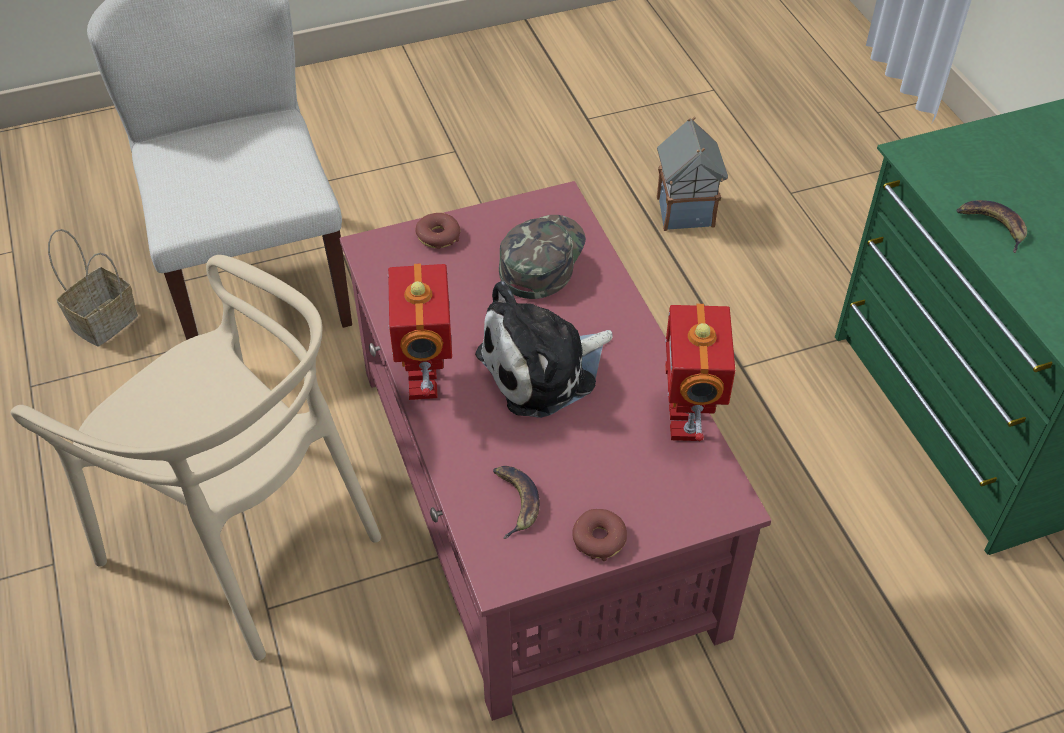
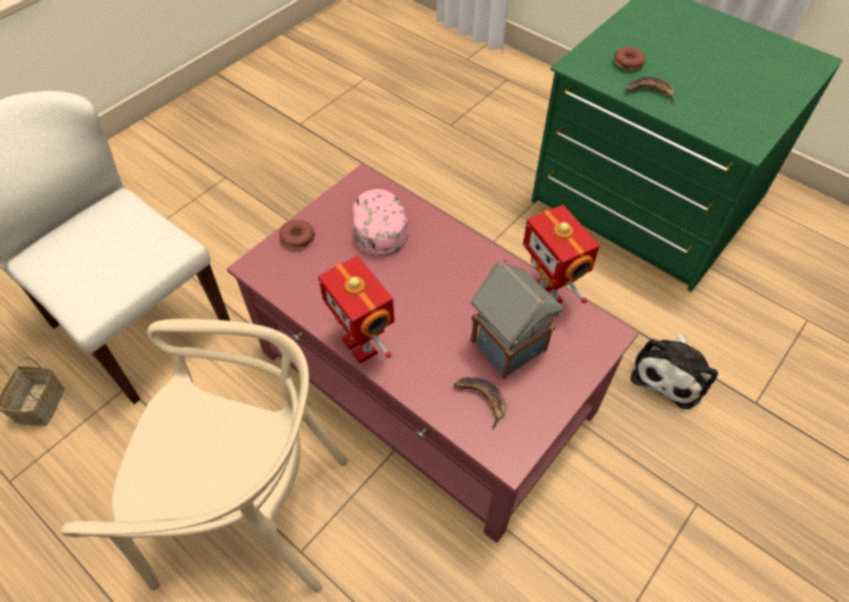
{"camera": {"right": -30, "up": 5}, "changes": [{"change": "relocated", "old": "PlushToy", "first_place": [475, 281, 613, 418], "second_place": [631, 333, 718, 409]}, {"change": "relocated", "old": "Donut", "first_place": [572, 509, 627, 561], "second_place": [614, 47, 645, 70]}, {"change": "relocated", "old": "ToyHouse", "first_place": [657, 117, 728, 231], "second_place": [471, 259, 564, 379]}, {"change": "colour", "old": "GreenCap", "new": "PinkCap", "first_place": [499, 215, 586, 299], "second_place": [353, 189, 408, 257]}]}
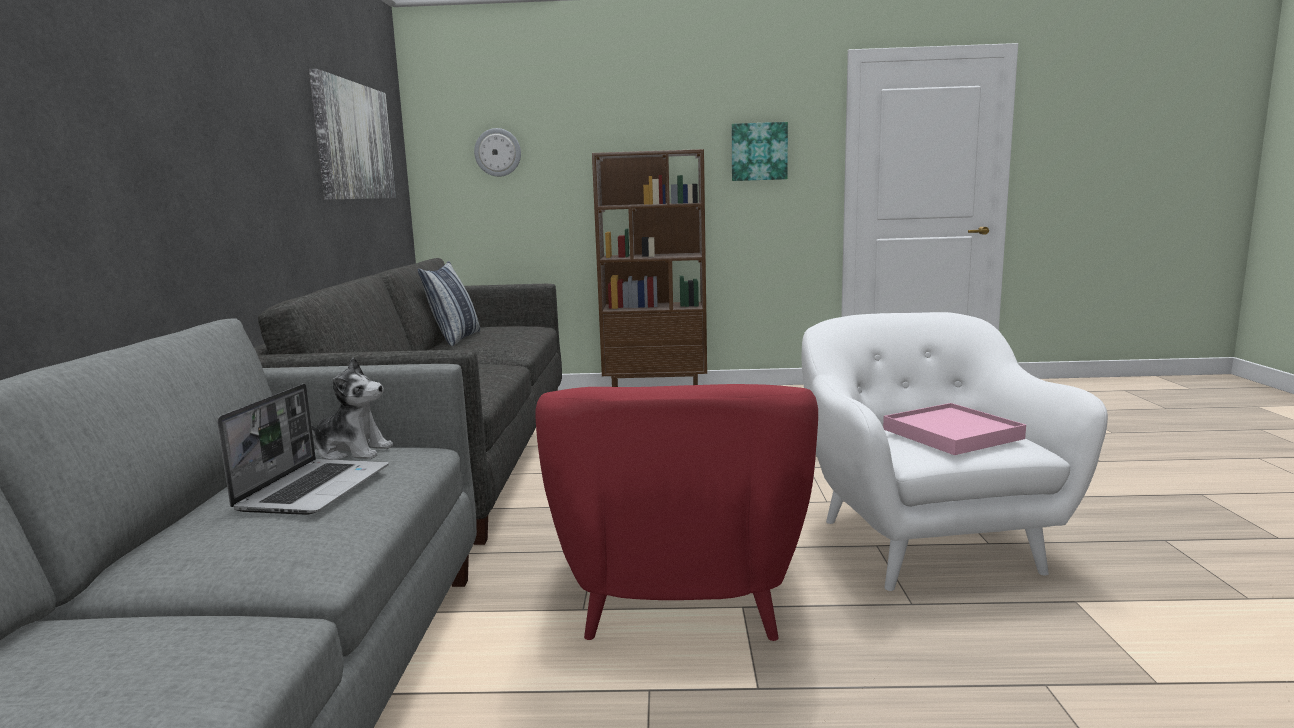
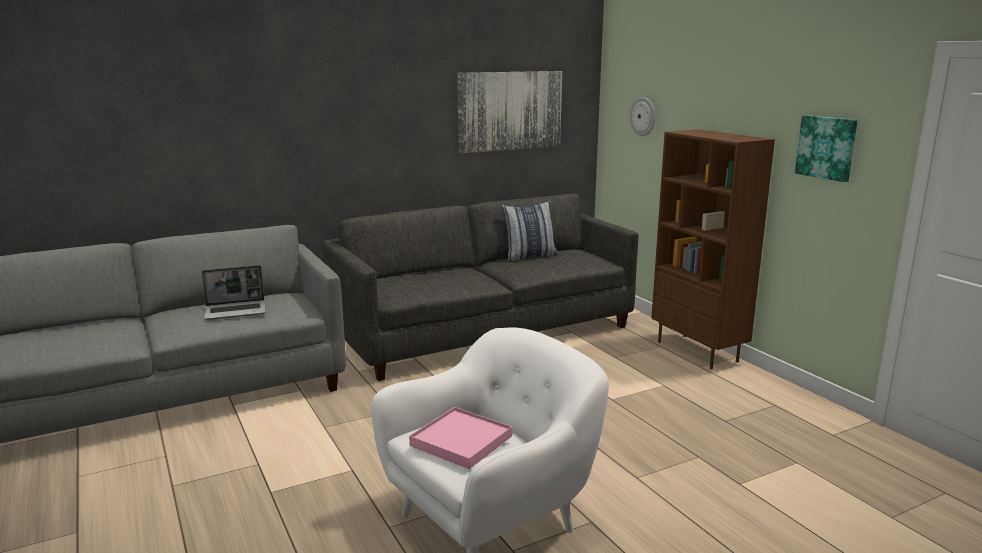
{"camera": {"right": 60, "up": 5}, "changes": [{"change": "missing", "old": "PlushToy", "first_place": [311, 357, 393, 460]}, {"change": "missing", "old": "RedArmchair", "first_place": [536, 384, 818, 641]}]}
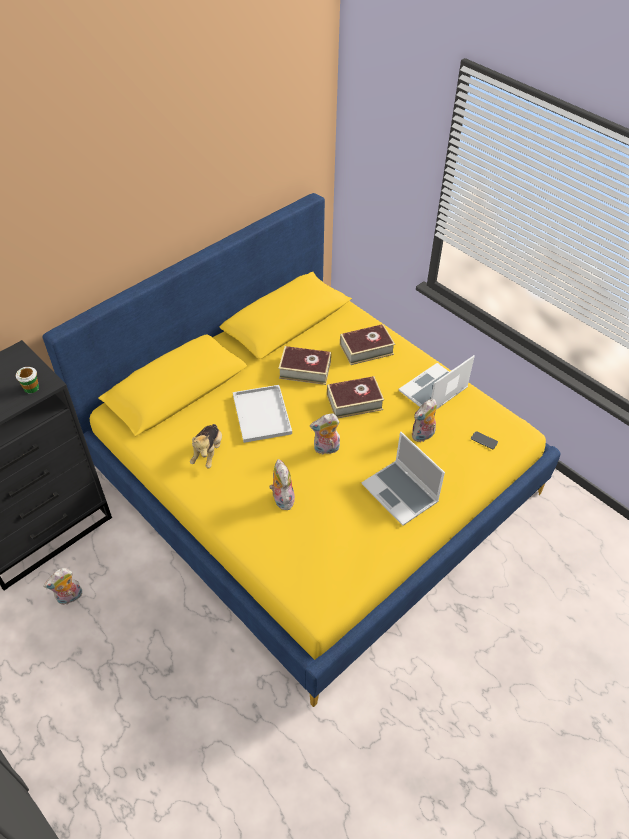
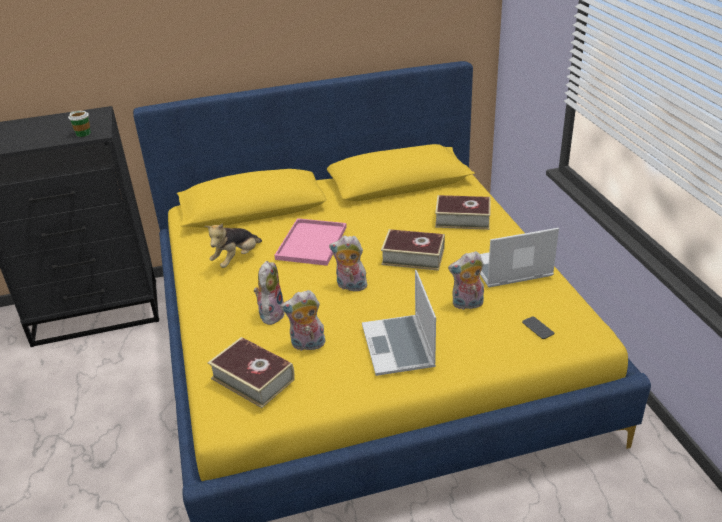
{"camera": {"right": 30, "up": -15}, "changes": [{"change": "relocated", "old": "PlushToy", "first_place": [44, 568, 82, 606], "second_place": [280, 290, 326, 351]}, {"change": "relocated", "old": "Book", "first_place": [279, 346, 331, 385], "second_place": [208, 337, 295, 408]}, {"change": "colour", "old": "WhiteTray", "new": "PinkTray", "first_place": [233, 385, 292, 443], "second_place": [274, 218, 347, 266]}]}
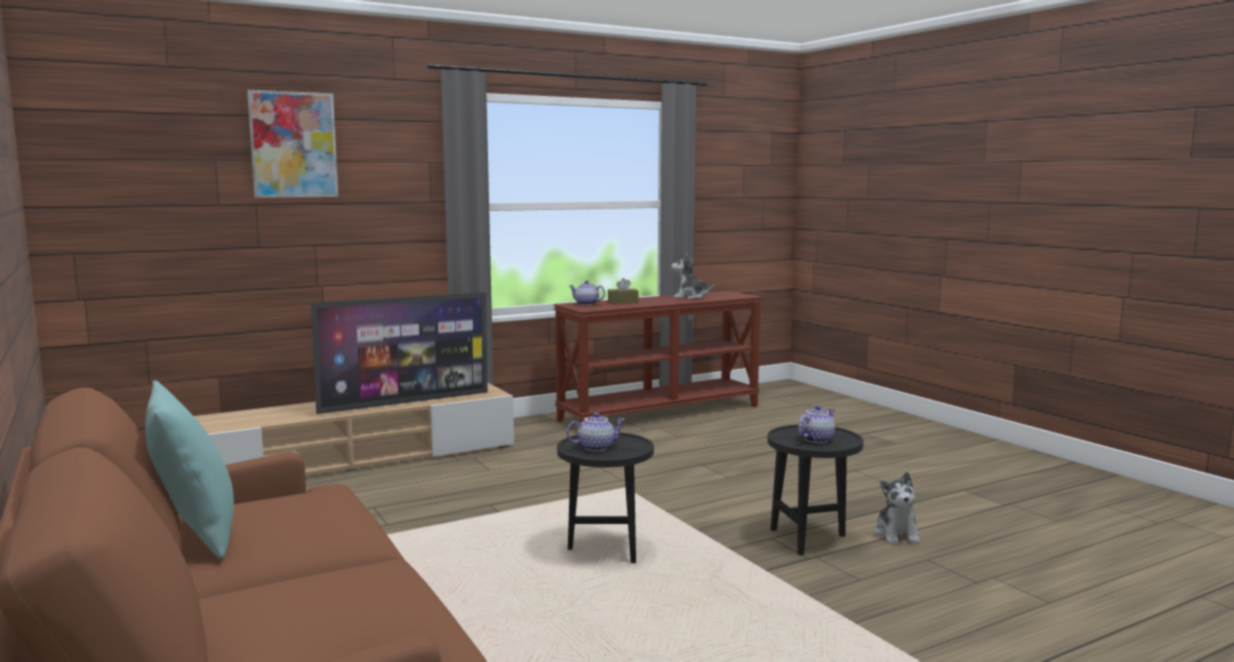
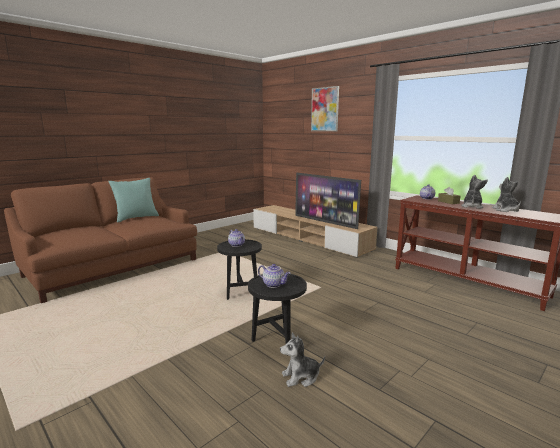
{"camera": {"right": 75, "up": 5}, "changes": [{"change": "appeared", "new": "PlushToy", "second_place": [461, 175, 488, 209]}]}
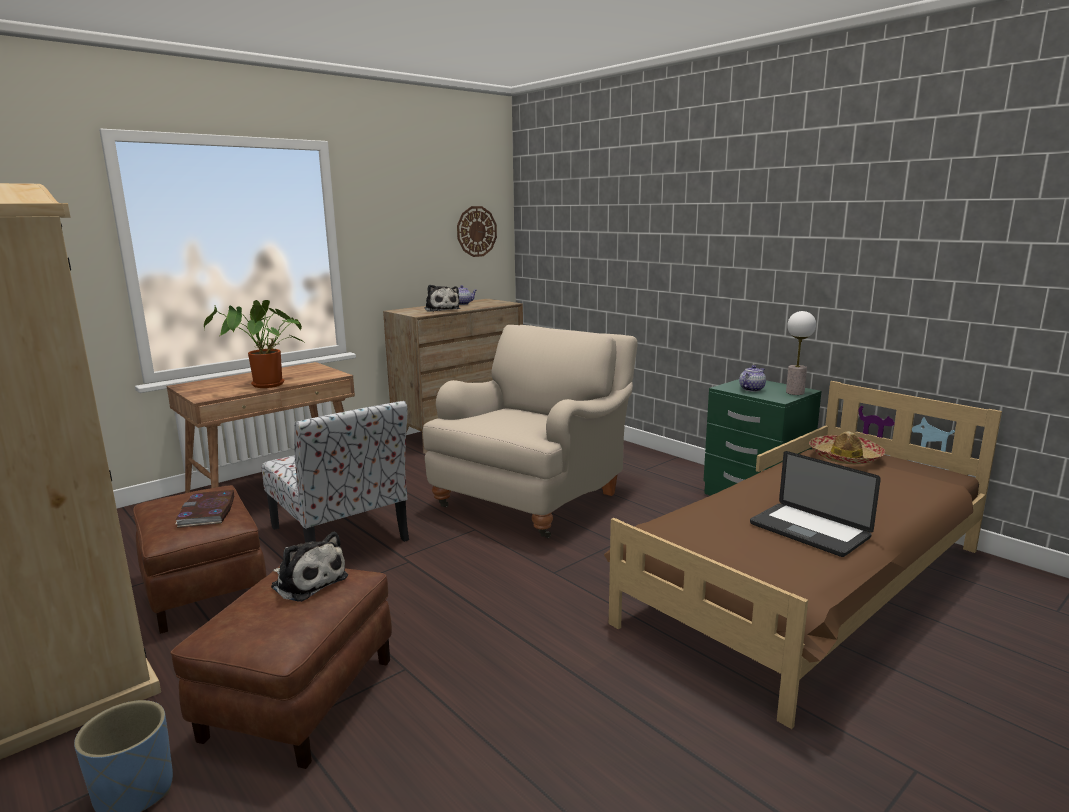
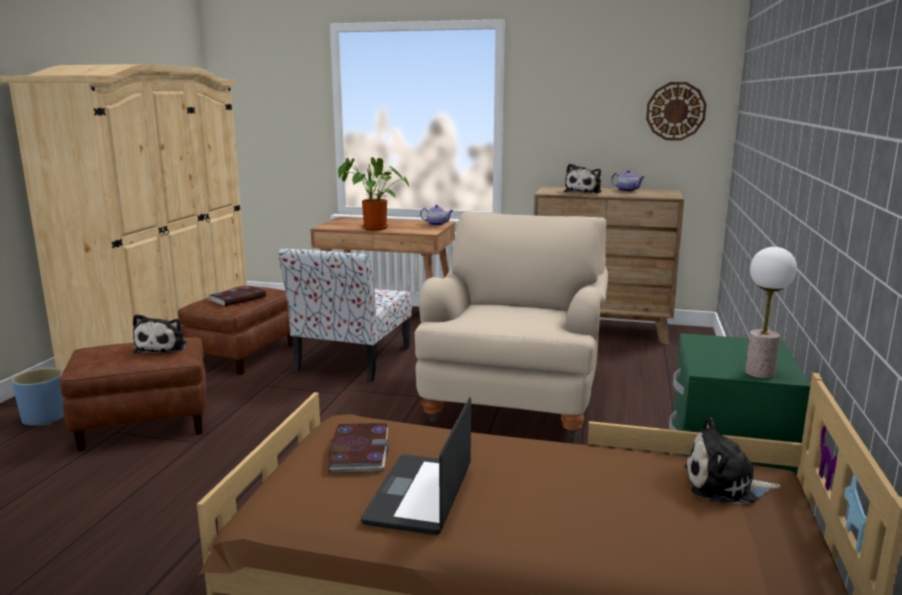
{"camera": {"right": 55, "up": 0}, "changes": [{"change": "appeared", "new": "Book", "second_place": [328, 423, 389, 473]}, {"change": "relocated", "old": "Teapot", "first_place": [739, 365, 766, 392], "second_place": [420, 205, 453, 226]}, {"change": "exchanged", "old": "Hat", "new": "PlushToy", "first_place": [809, 431, 885, 464], "second_place": [685, 418, 781, 504]}, {"change": "spun", "old": "BeigeArmchair", "first_place": [423, 325, 638, 538], "second_place": [415, 212, 608, 439], "degrees": -75}]}
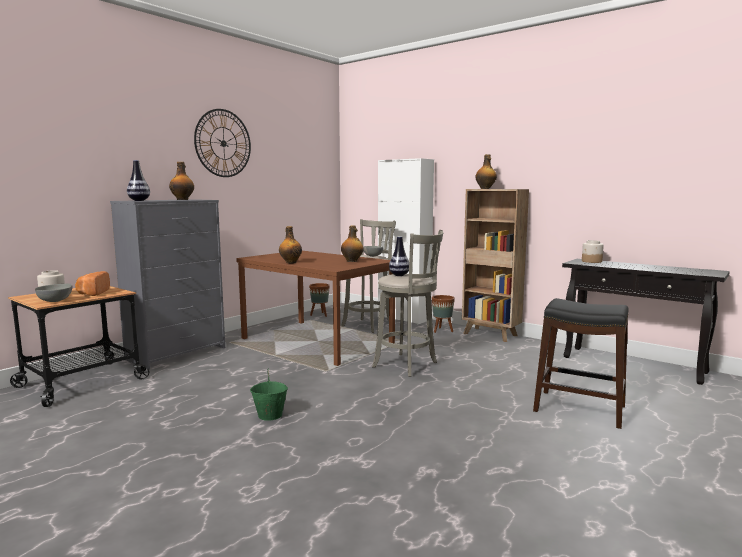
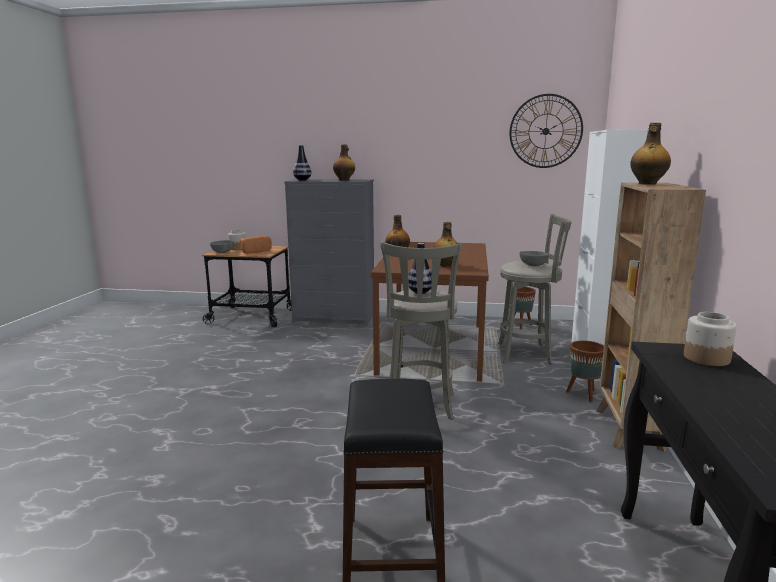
{"camera": {"right": 60, "up": 5}, "changes": [{"change": "missing", "old": "GreenBucket", "first_place": [250, 368, 288, 421]}, {"change": "relocated", "old": "WallClock", "first_place": [194, 109, 251, 177], "second_place": [510, 94, 583, 168]}]}
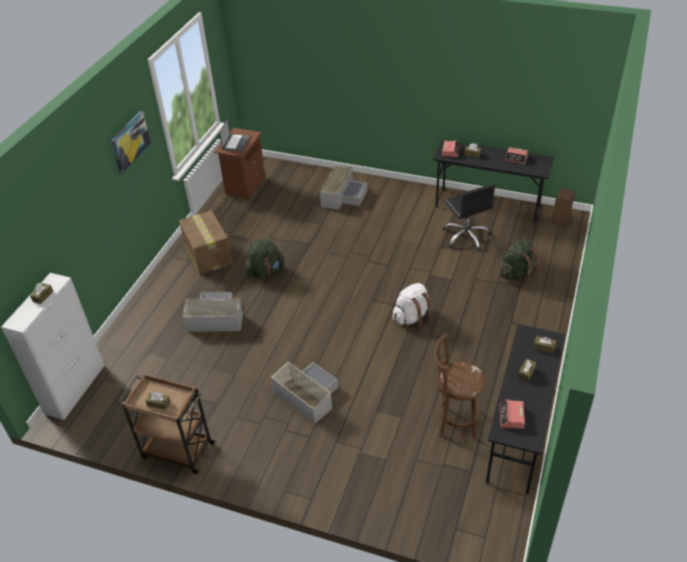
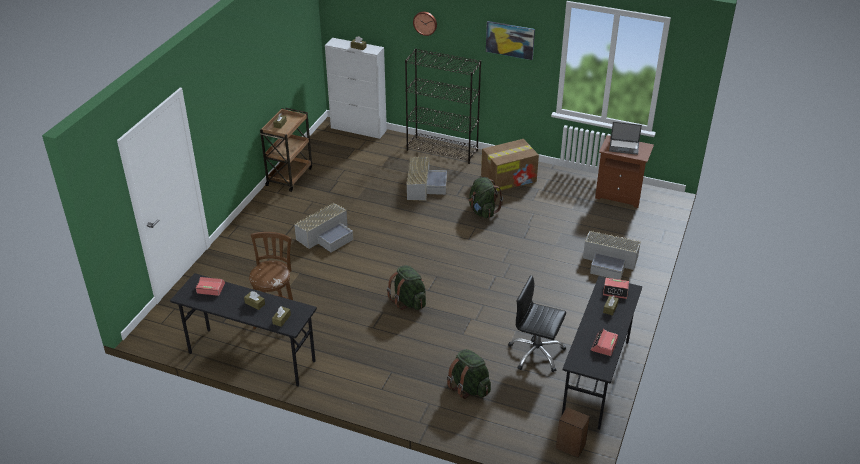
{"camera": {"right": 90, "up": -5}, "changes": [{"change": "appeared", "new": "BlackBookcase", "second_place": [405, 48, 481, 164]}, {"change": "appeared", "new": "WallClock", "second_place": [413, 12, 437, 36]}, {"change": "colour", "old": "WhiteBackpack", "new": "GreenBackpack", "first_place": [393, 283, 432, 329], "second_place": [387, 265, 426, 310]}, {"change": "spun", "old": "BlackOfficeChair", "first_place": [442, 184, 495, 251], "second_place": [508, 275, 566, 372], "degrees": 45}]}
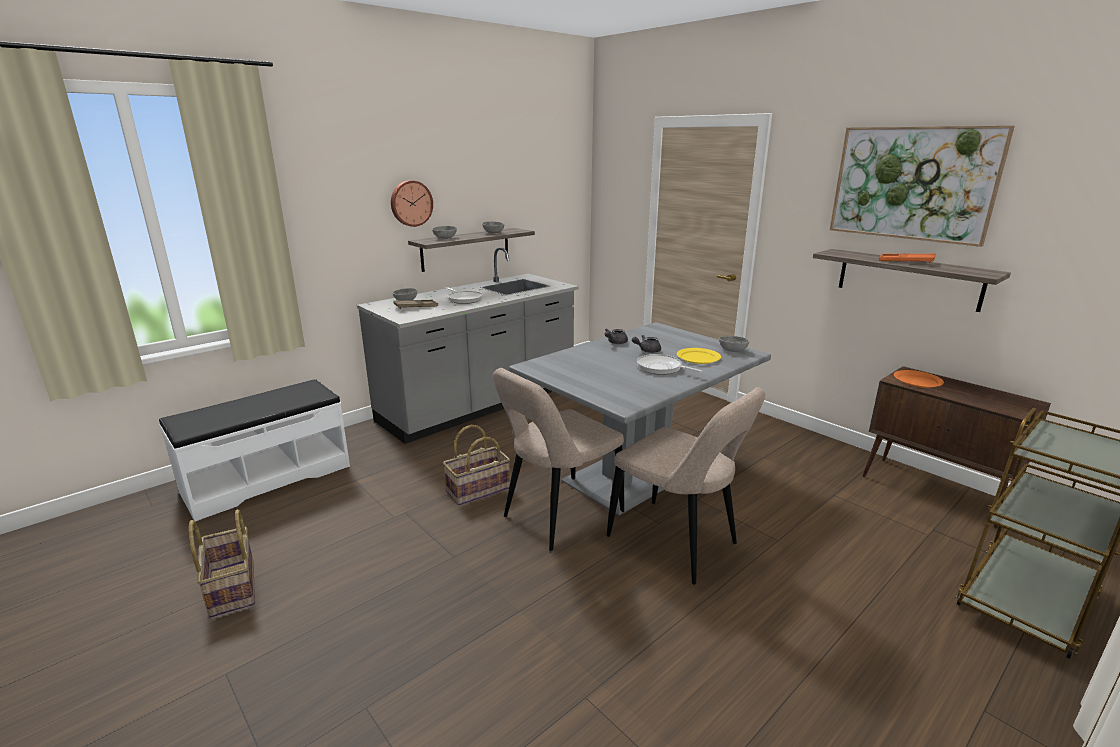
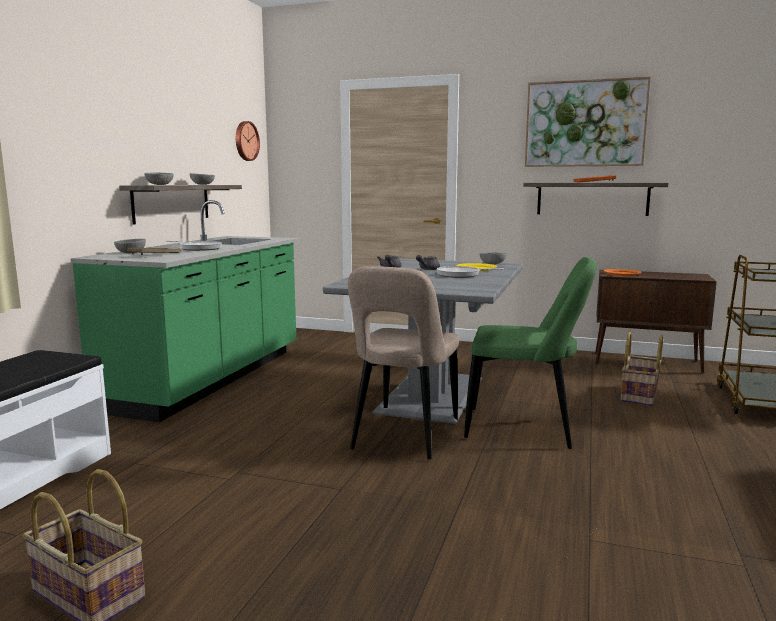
{"camera": {"right": -30, "up": -10}, "changes": [{"change": "relocated", "old": "WallClock", "first_place": [391, 180, 433, 227], "second_place": [236, 121, 260, 161]}, {"change": "relocated", "old": "Basket", "first_place": [443, 425, 510, 506], "second_place": [621, 331, 663, 406]}, {"change": "colour", "old": "GreyCounter", "new": "GreenCounter", "first_place": [357, 247, 578, 444], "second_place": [71, 200, 299, 422]}, {"change": "colour", "old": "BeigeChair", "new": "GreenChair", "first_place": [607, 387, 765, 585], "second_place": [464, 257, 597, 449]}]}
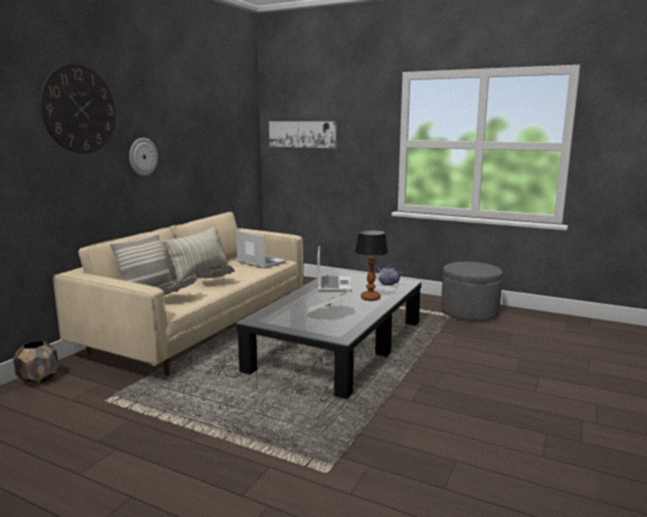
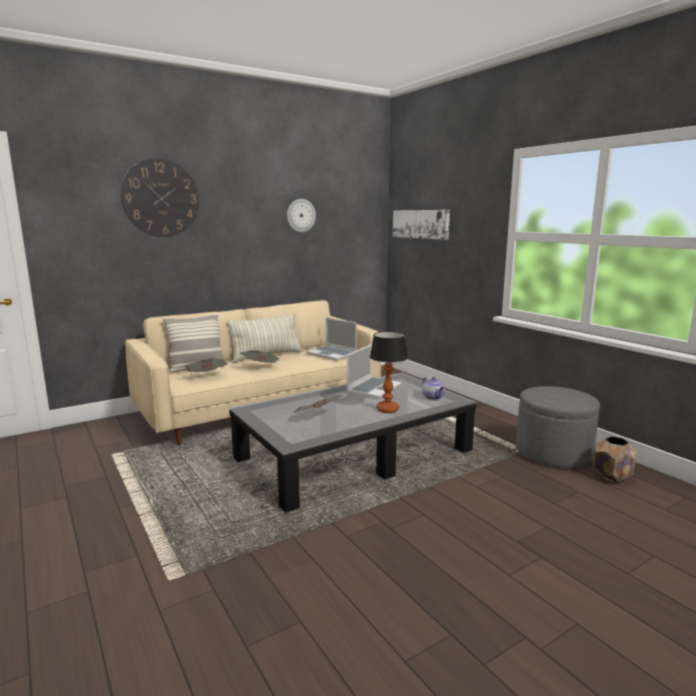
{"camera": {"right": 30, "up": 0}, "changes": [{"change": "relocated", "old": "BrownPlanter", "first_place": [13, 341, 59, 384], "second_place": [593, 436, 637, 482]}, {"change": "relocated", "old": "WallClock", "first_place": [129, 138, 158, 176], "second_place": [287, 199, 316, 232]}, {"change": "spun", "old": "Laptop", "first_place": [236, 231, 286, 268], "second_place": [306, 317, 357, 361], "degrees": 150}]}
